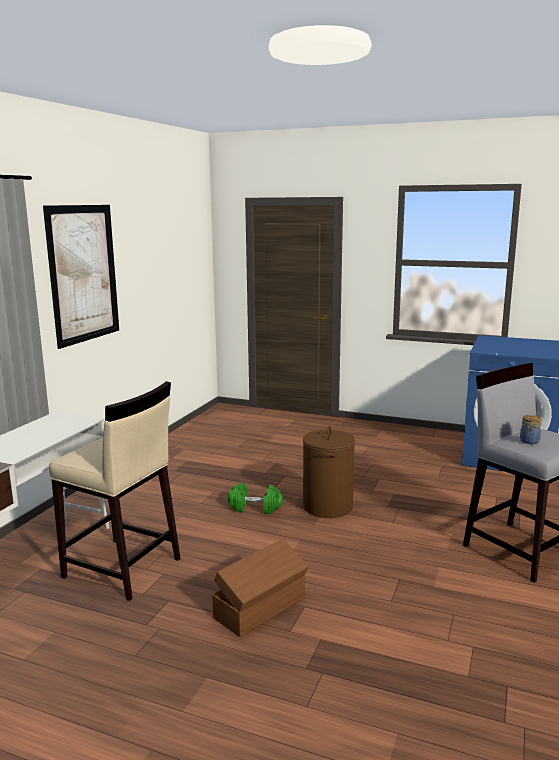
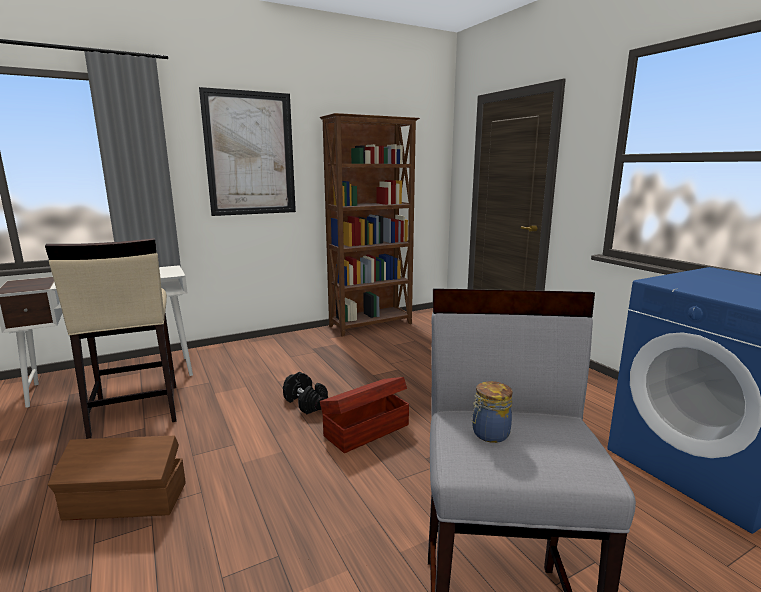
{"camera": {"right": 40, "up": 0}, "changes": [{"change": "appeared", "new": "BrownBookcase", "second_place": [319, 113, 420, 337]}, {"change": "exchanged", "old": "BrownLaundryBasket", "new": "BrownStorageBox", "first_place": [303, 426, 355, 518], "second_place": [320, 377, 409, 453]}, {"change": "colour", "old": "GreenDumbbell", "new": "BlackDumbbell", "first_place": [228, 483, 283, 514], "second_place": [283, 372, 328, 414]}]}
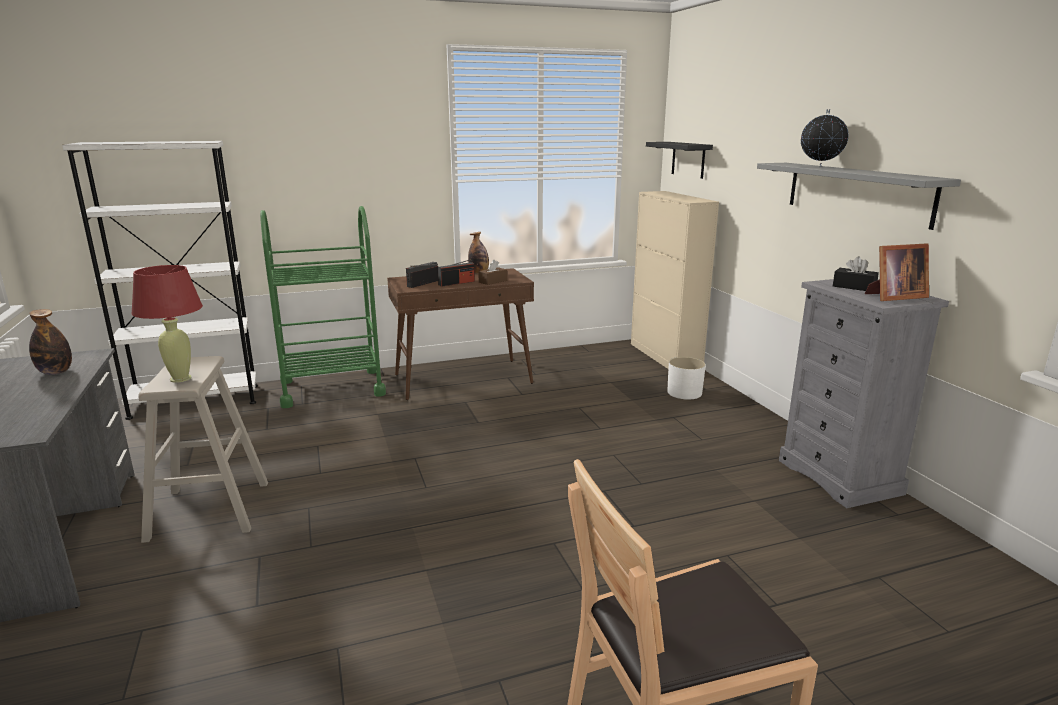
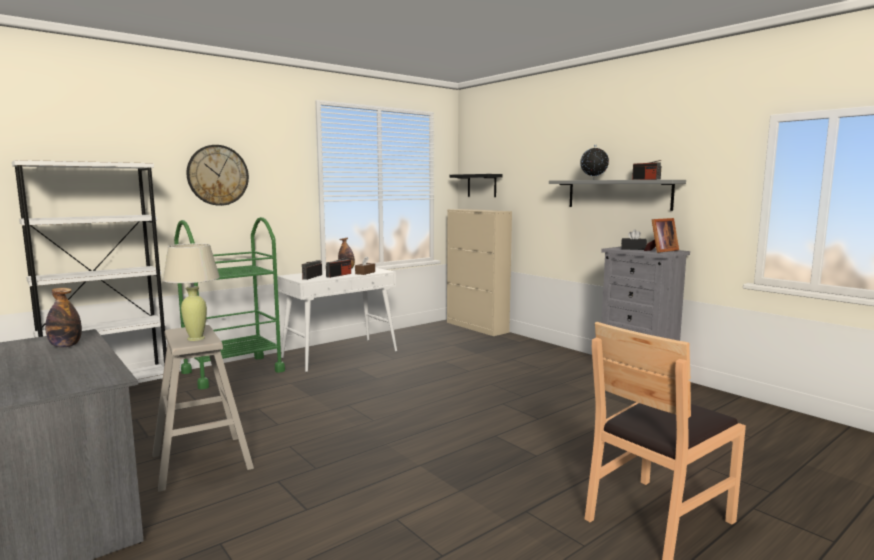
{"camera": {"right": -20, "up": -10}, "changes": [{"change": "missing", "old": "WhitePlanter", "first_place": [667, 357, 706, 400]}, {"change": "appeared", "new": "WallClock", "second_place": [187, 145, 249, 206]}, {"change": "appeared", "new": "Radio", "second_place": [632, 160, 661, 180]}, {"change": "colour", "old": "RedTableLamp", "new": "BeigeTableLamp", "first_place": [131, 265, 203, 383], "second_place": [163, 243, 220, 341]}, {"change": "colour", "old": "BrownConsoleTable", "new": "WhiteConsoleTable", "first_place": [387, 268, 534, 400], "second_place": [277, 268, 397, 372]}]}
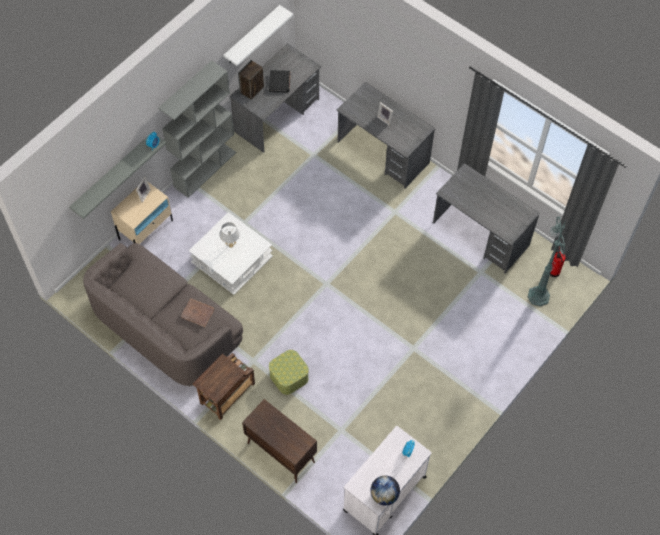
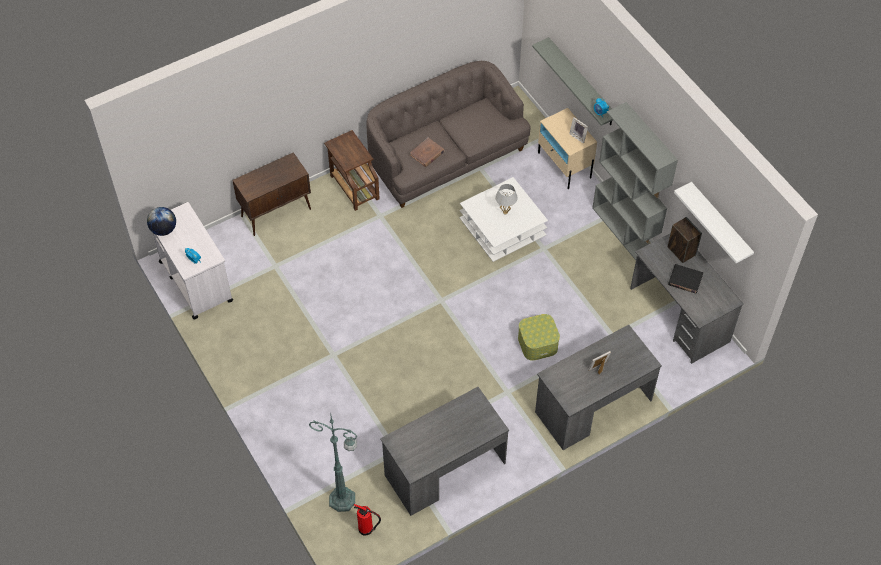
{"camera": {"right": 110, "up": -5}, "changes": [{"change": "relocated", "old": "StorageBox", "first_place": [269, 350, 309, 395], "second_place": [518, 314, 560, 361]}]}
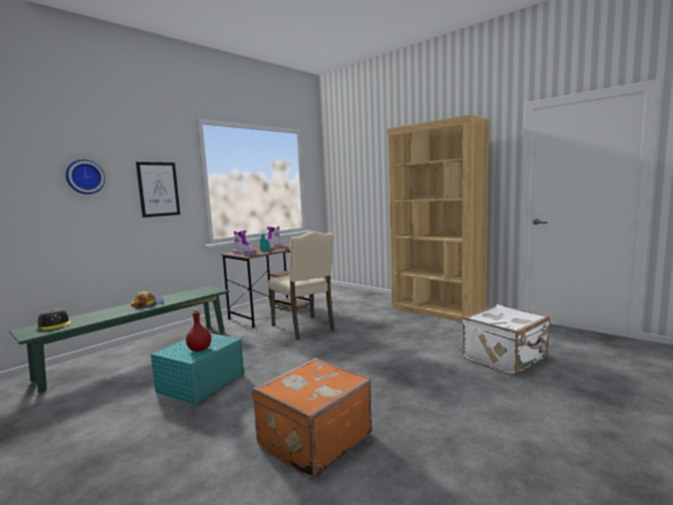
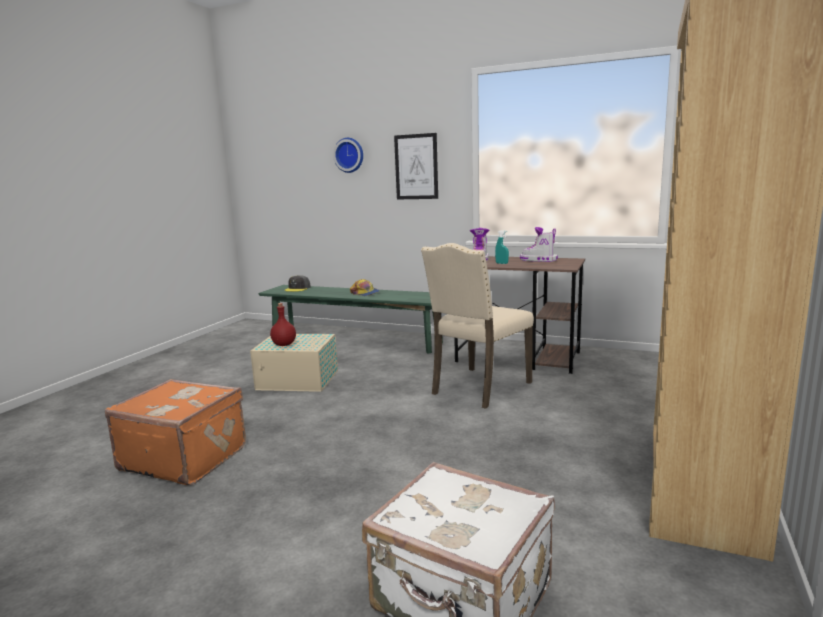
{"camera": {"right": 70, "up": 5}, "changes": [{"change": "colour", "old": "TurquoiseStorageBox", "new": "BeigeStorageBox", "first_place": [151, 333, 244, 404], "second_place": [250, 334, 338, 392]}]}
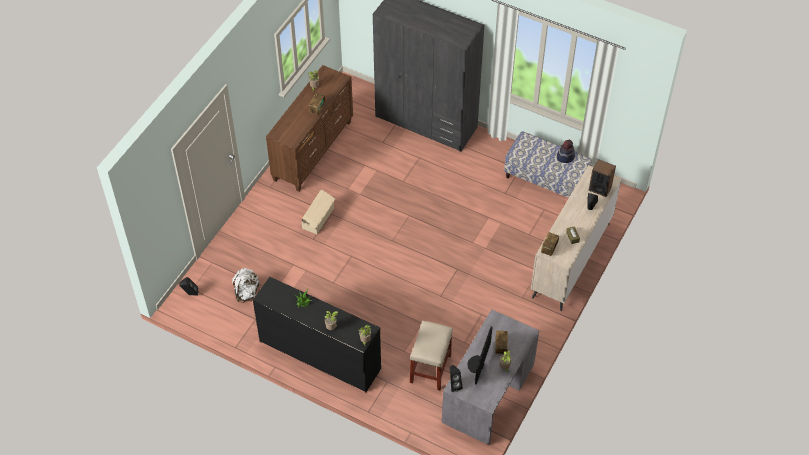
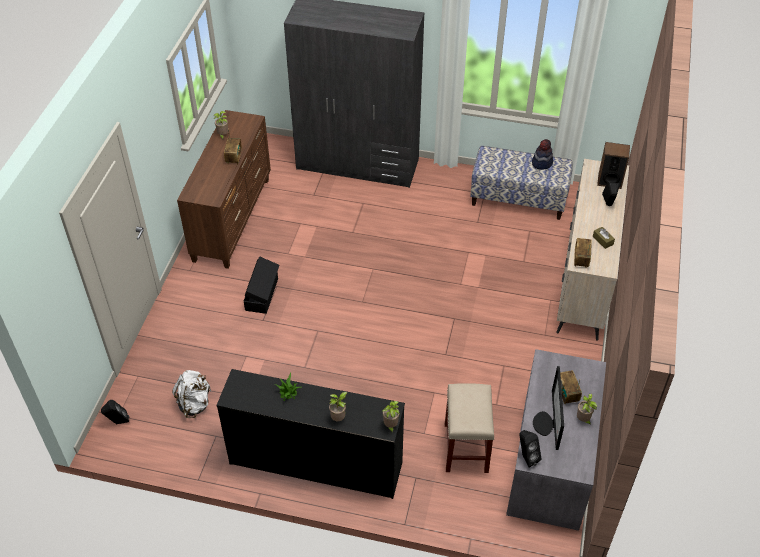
{"camera": {"right": -15, "up": -5}, "changes": [{"change": "colour", "old": "BeigeStorageBox", "new": "BlackStorageBox", "first_place": [301, 189, 335, 234], "second_place": [244, 256, 279, 314]}]}
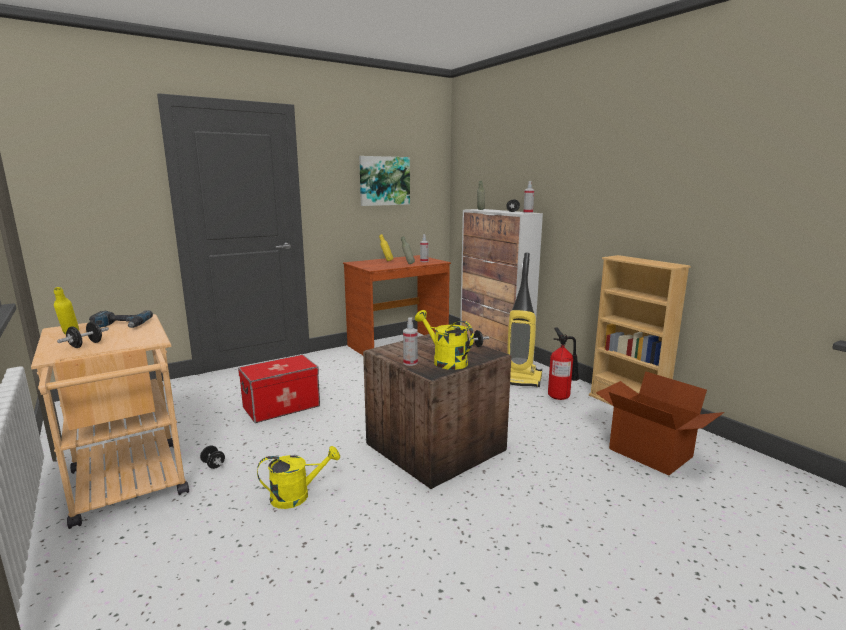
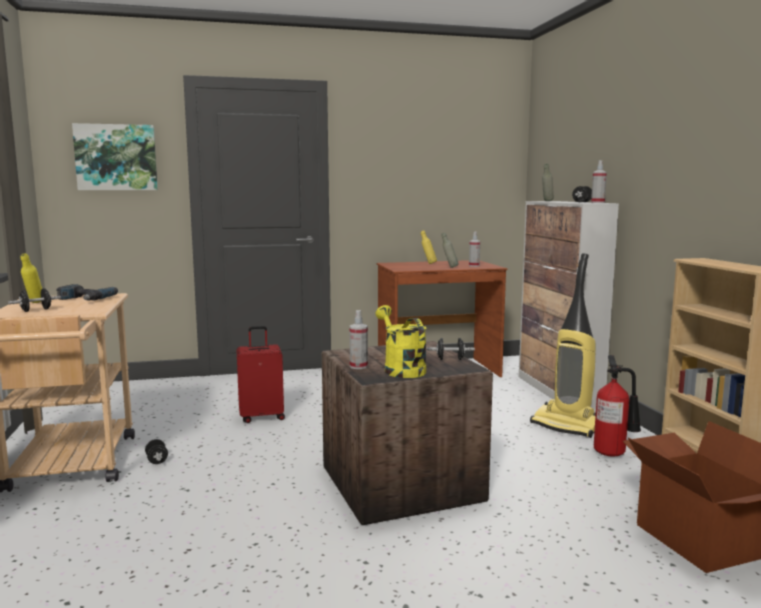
{"camera": {"right": 20, "up": -5}, "changes": [{"change": "missing", "old": "YellowWateringCan", "first_place": [257, 446, 340, 509]}, {"change": "relocated", "old": "Picture", "first_place": [359, 156, 410, 206], "second_place": [72, 123, 158, 190]}, {"change": "exchanged", "old": "StorageBox", "new": "RedSuitcase", "first_place": [238, 355, 320, 423], "second_place": [236, 326, 285, 423]}]}
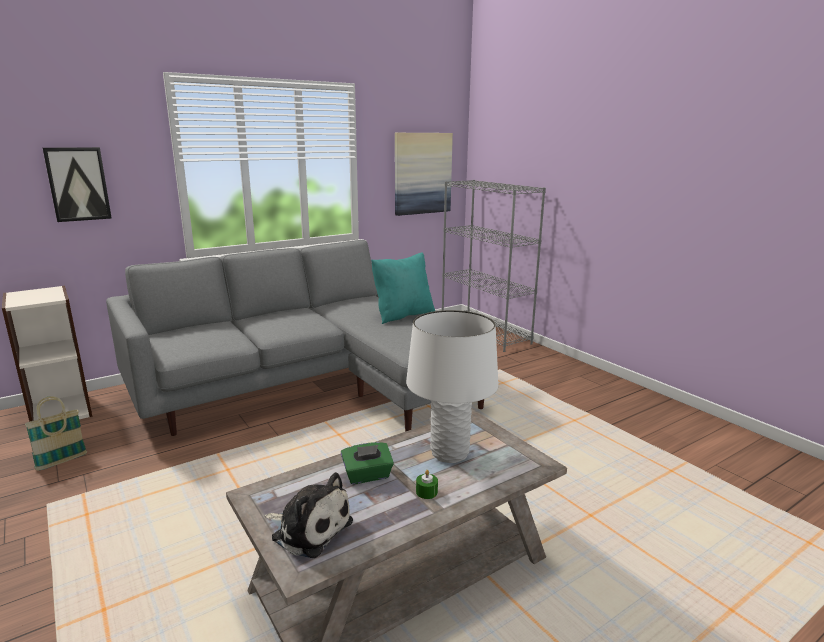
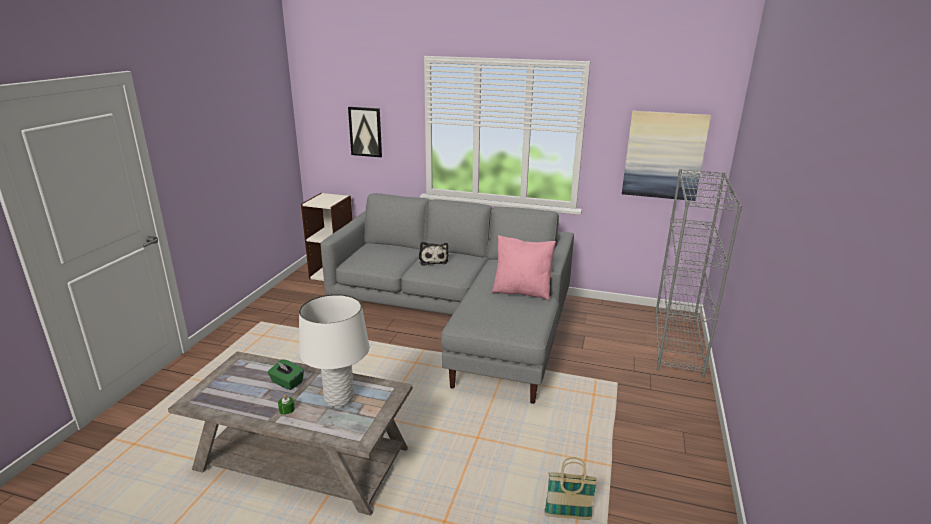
{"camera": {"right": 50, "up": 5}, "changes": [{"change": "relocated", "old": "Basket", "first_place": [25, 396, 87, 471], "second_place": [544, 457, 598, 520]}, {"change": "relocated", "old": "PlushToy", "first_place": [264, 472, 353, 558], "second_place": [419, 242, 448, 266]}, {"change": "colour", "old": "TurquoisePillow", "new": "PinkPillow", "first_place": [371, 253, 435, 324], "second_place": [491, 235, 556, 301]}]}
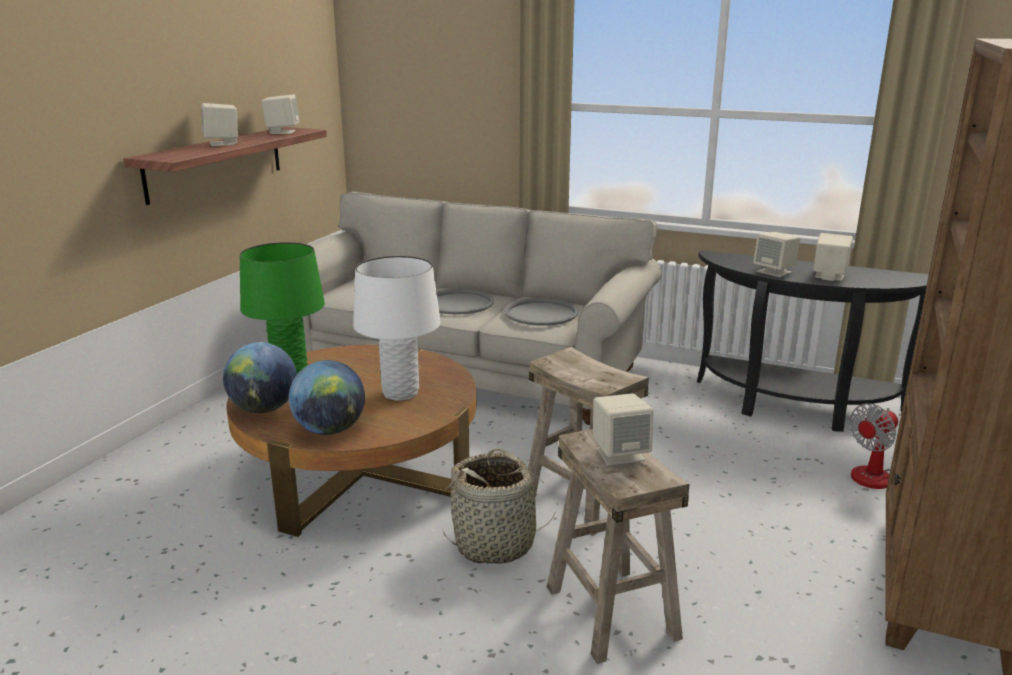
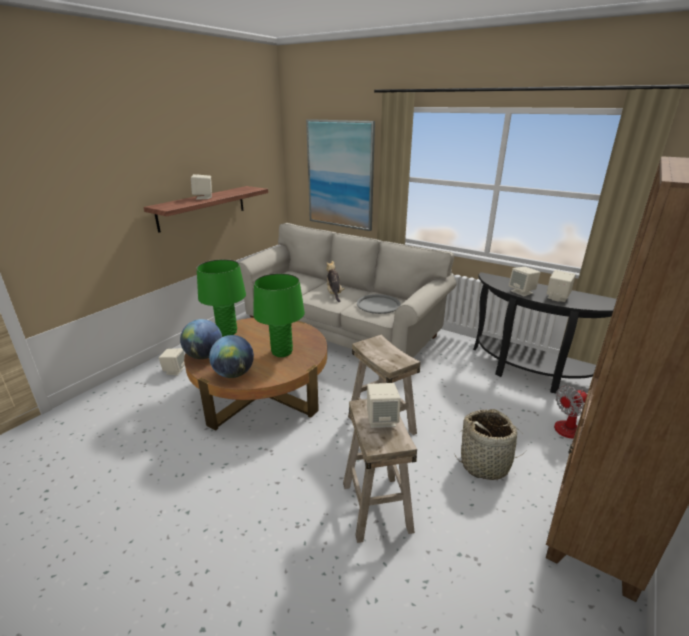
{"camera": {"right": 10, "up": 5}, "changes": [{"change": "appeared", "new": "Picture", "second_place": [306, 119, 375, 231]}, {"change": "relocated", "old": "BeigeSpeaker", "first_place": [261, 94, 300, 134], "second_place": [159, 348, 185, 376]}, {"change": "relocated", "old": "Basket", "first_place": [443, 448, 556, 564], "second_place": [454, 409, 527, 480]}, {"change": "exchanged", "old": "GreyTray", "new": "PlushToy", "first_place": [437, 289, 494, 315], "second_place": [326, 260, 345, 303]}, {"change": "colour", "old": "WhiteTableLamp", "new": "GreenTableLamp", "first_place": [353, 256, 441, 401], "second_place": [254, 273, 305, 357]}]}
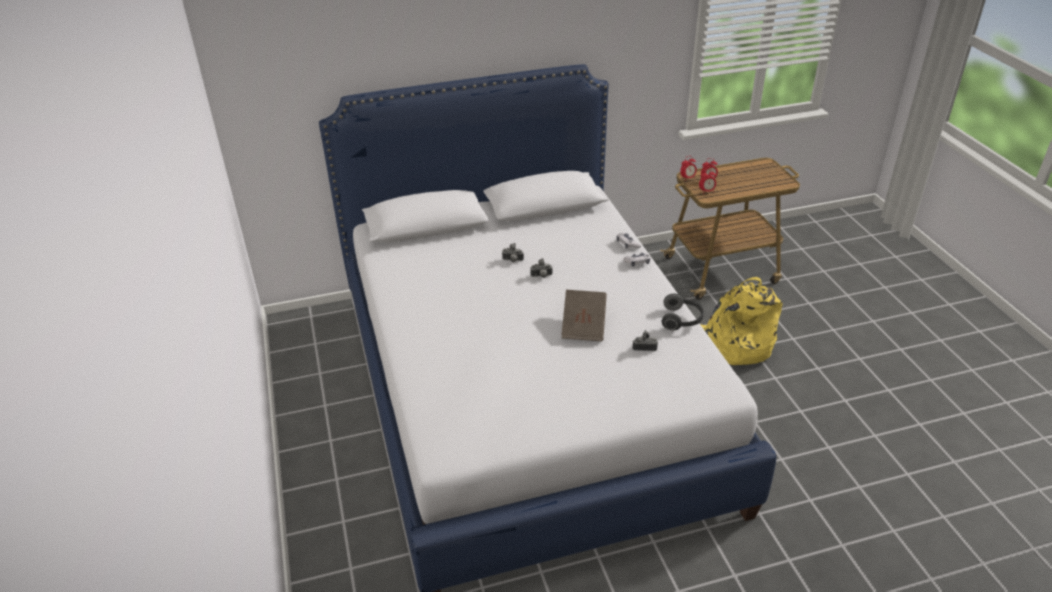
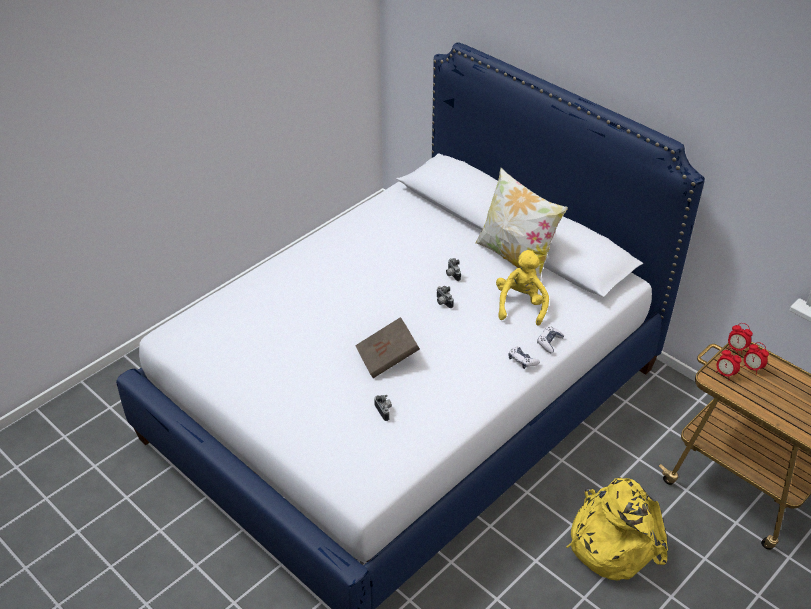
{"camera": {"right": 60, "up": 5}, "changes": [{"change": "missing", "old": "Headphones", "first_place": [662, 294, 704, 331]}, {"change": "appeared", "new": "Pillow", "second_place": [475, 168, 568, 280]}, {"change": "appeared", "new": "YellowPlushToy", "second_place": [496, 250, 549, 326]}]}
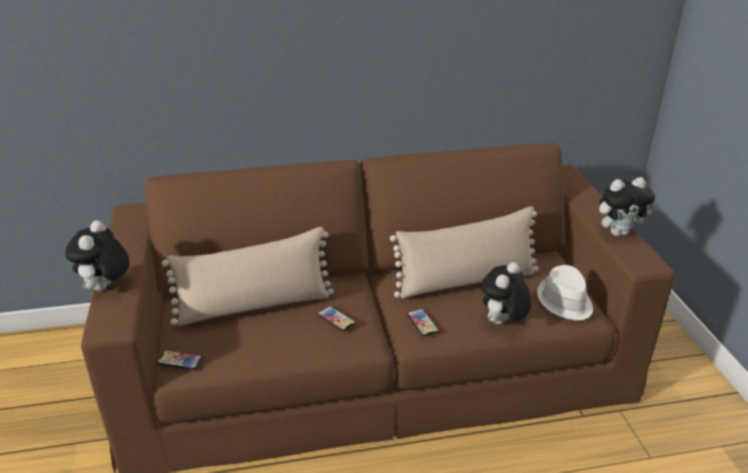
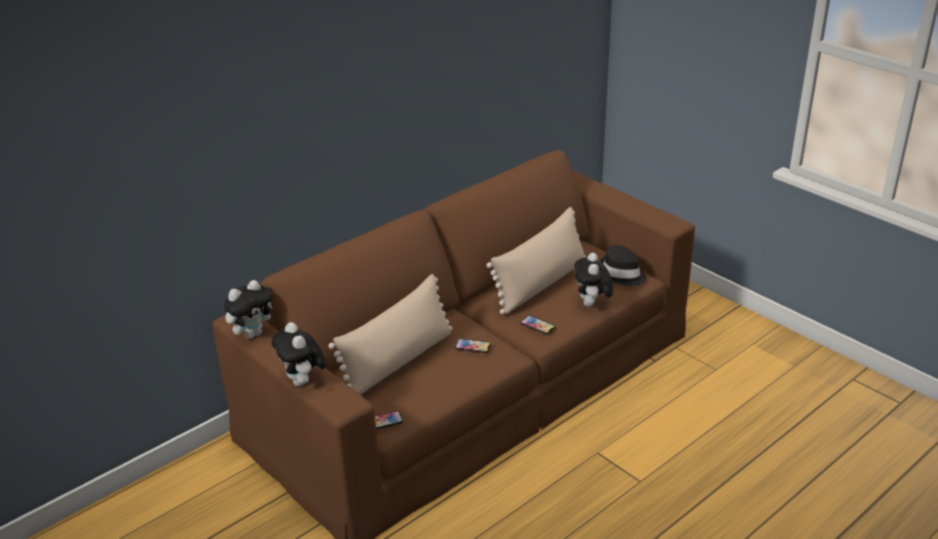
{"camera": {"right": -30, "up": 0}, "changes": [{"change": "relocated", "old": "PlushToy", "first_place": [599, 177, 655, 236], "second_place": [224, 280, 273, 339]}, {"change": "colour", "old": "WhiteHat", "new": "BlackHat", "first_place": [537, 265, 593, 320], "second_place": [600, 245, 646, 286]}]}
